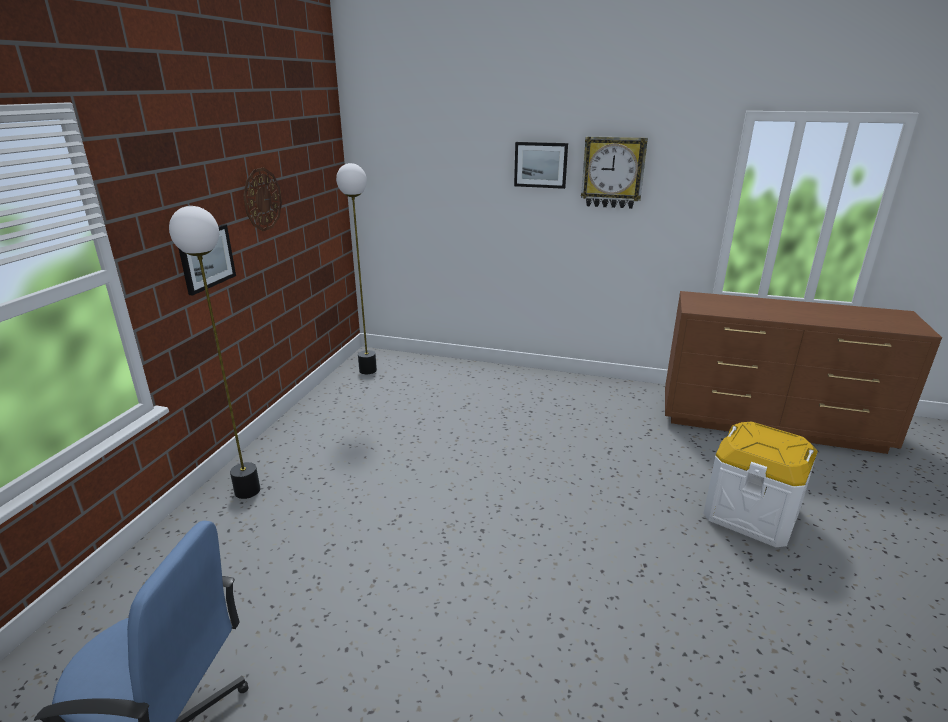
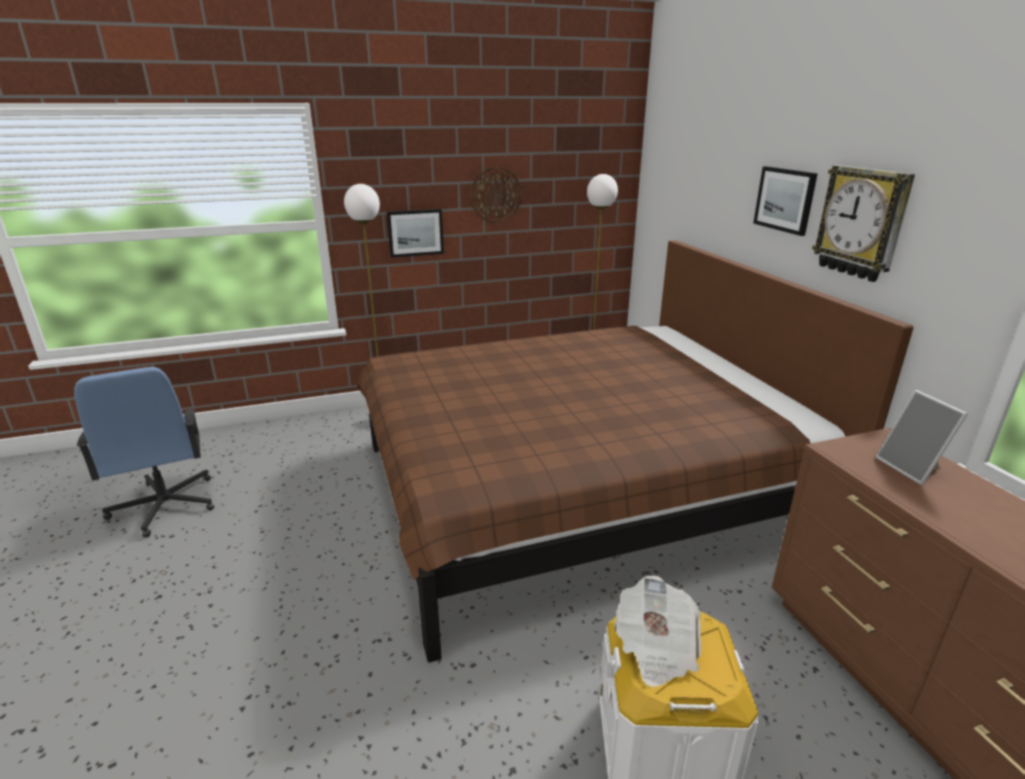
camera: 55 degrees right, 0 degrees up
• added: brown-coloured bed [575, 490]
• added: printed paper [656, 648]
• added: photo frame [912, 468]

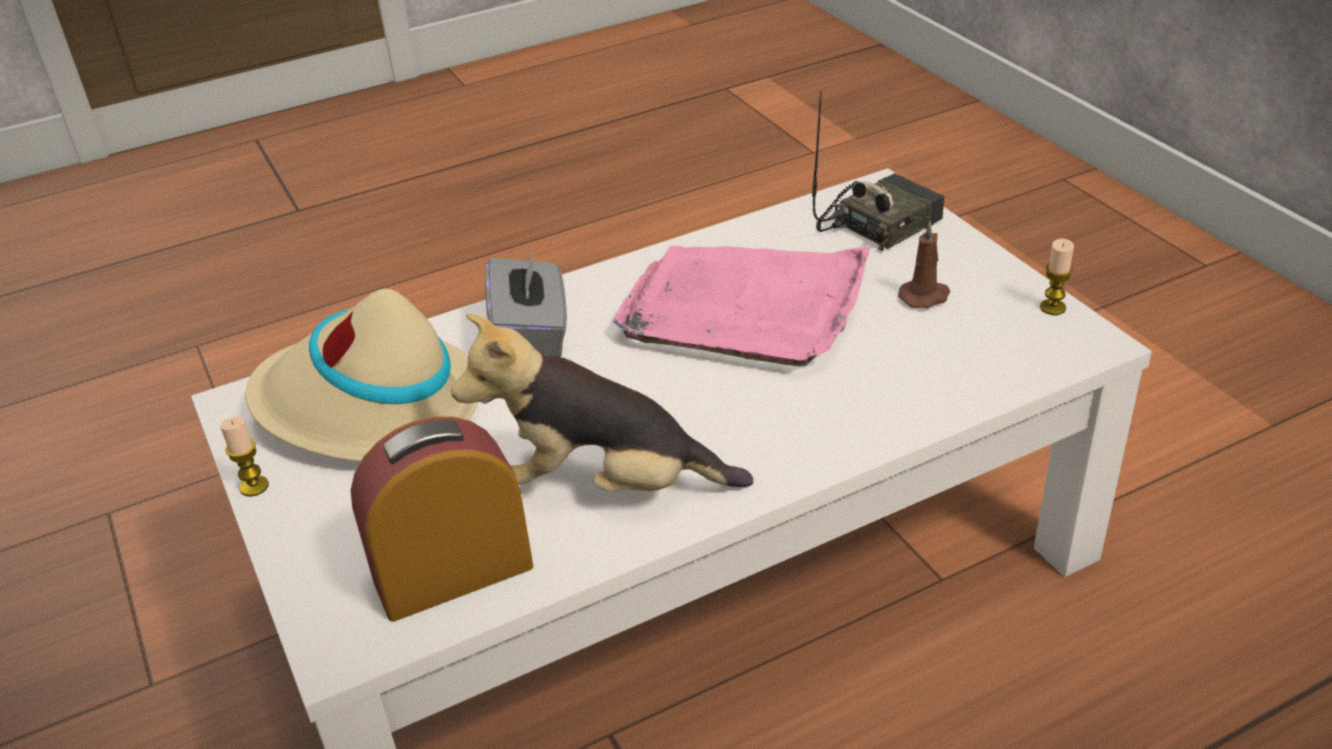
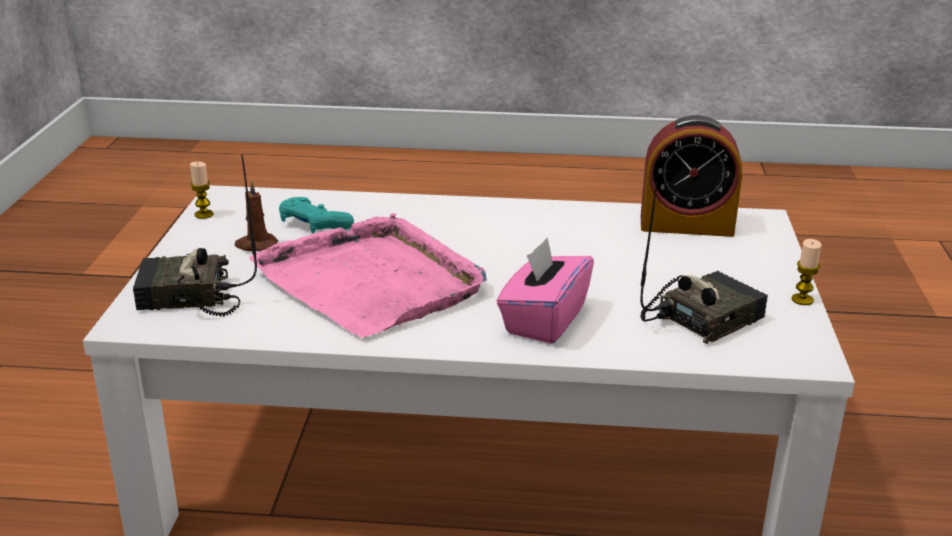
camera: 150 degrees left, 10 degrees down
• removed: plush toy [606, 486]
• added: turquoise gamepad [314, 225]
• replaced: sand-coloured clothing hat [369, 408] to radio [701, 317]
• recoloured: grey tissue box [532, 336] to pink tissue box [544, 320]

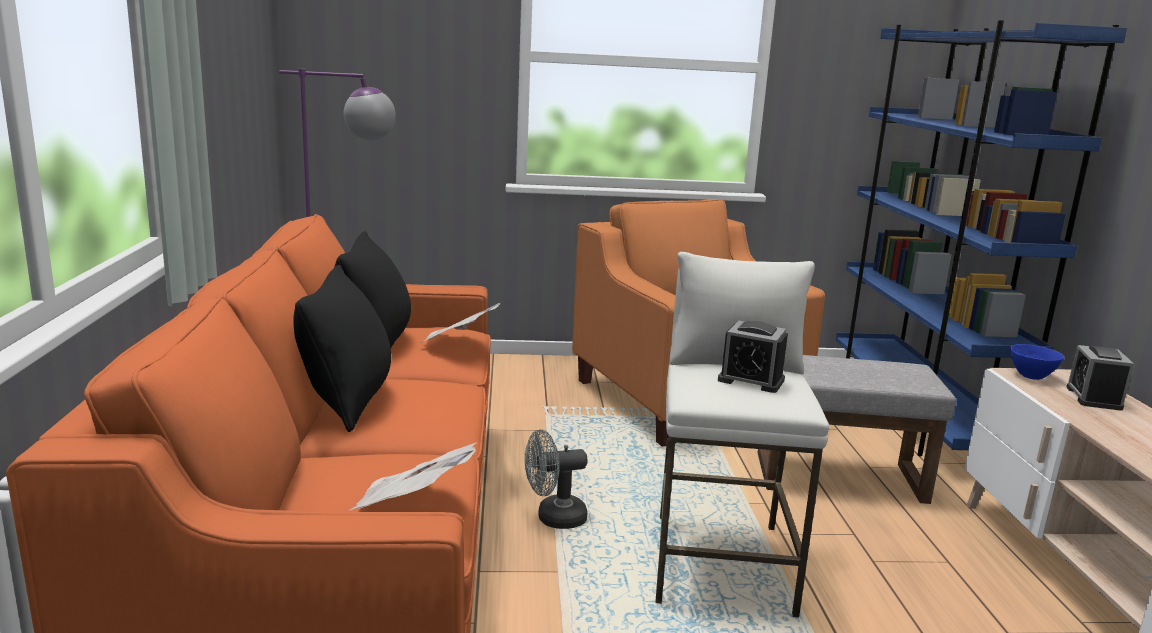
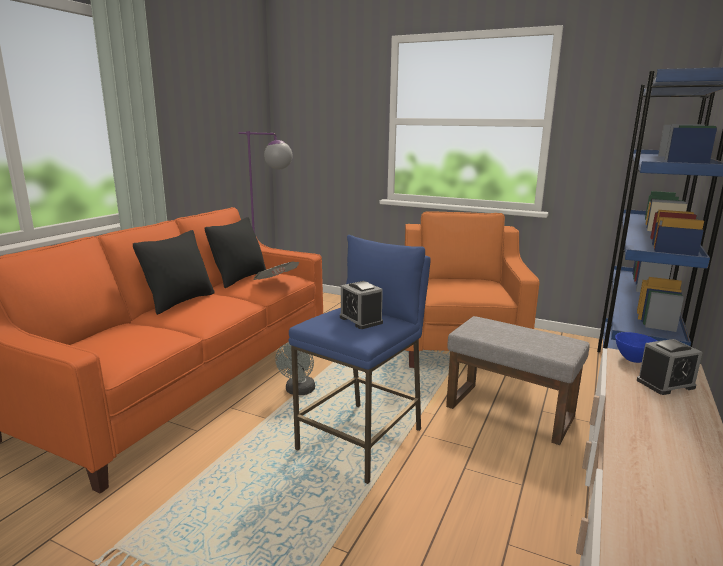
camera: 30 degrees right, 0 degrees up
• removed: printed paper [413, 506]
• recoloured: white sitting stool [720, 562] to blue-coloured sitting stool [361, 439]
• turned: grey electric fan [553, 518] = [298, 391] 90 degrees counterclockwise
• turned: bedside clock [1093, 398] = [665, 384] 150 degrees counterclockwise

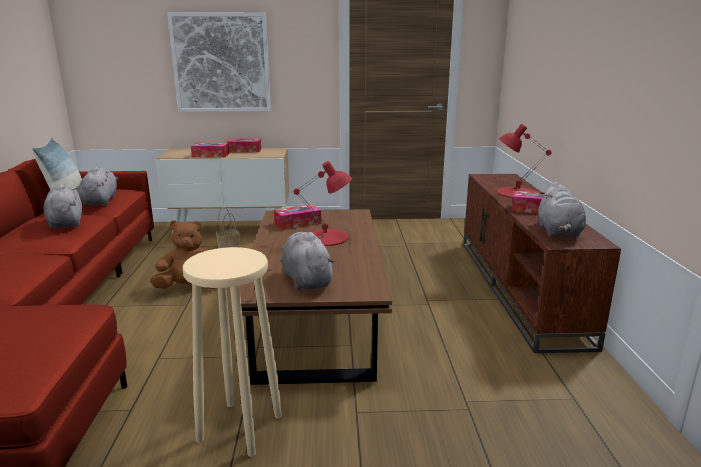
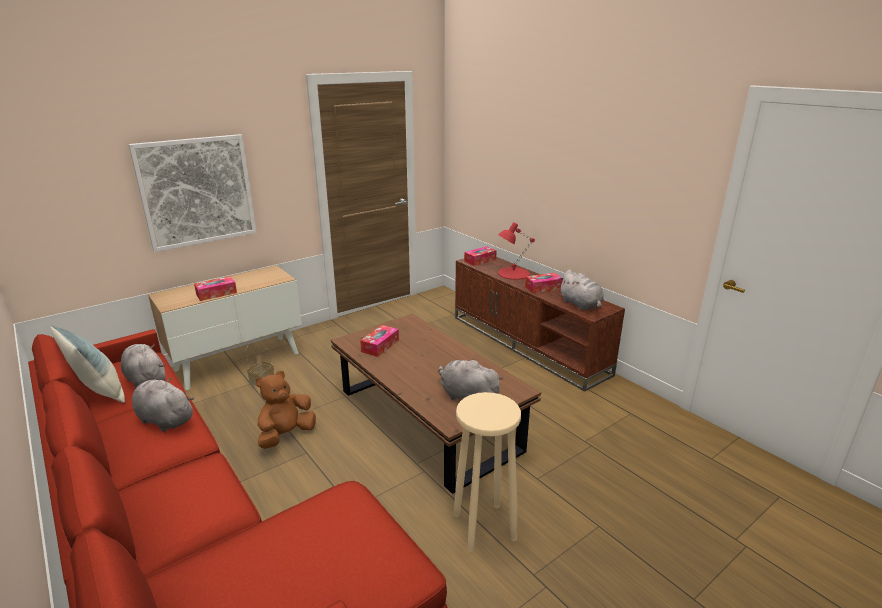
camera: 35 degrees left, 5 degrees up
• removed: reddish lamp for a table [326, 237]
• moved: tissue box [244, 150] to [480, 260]

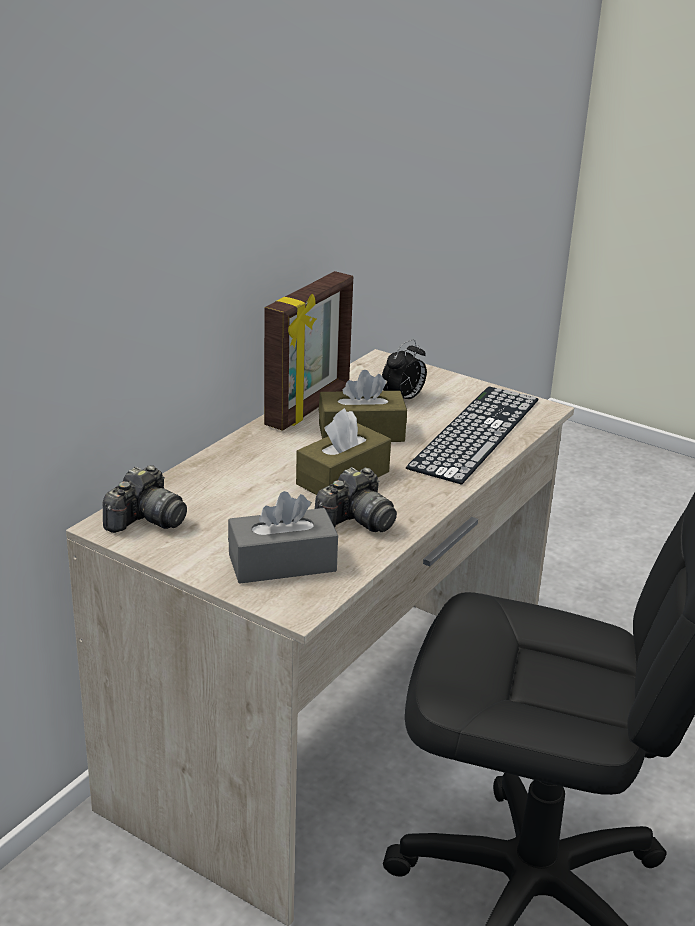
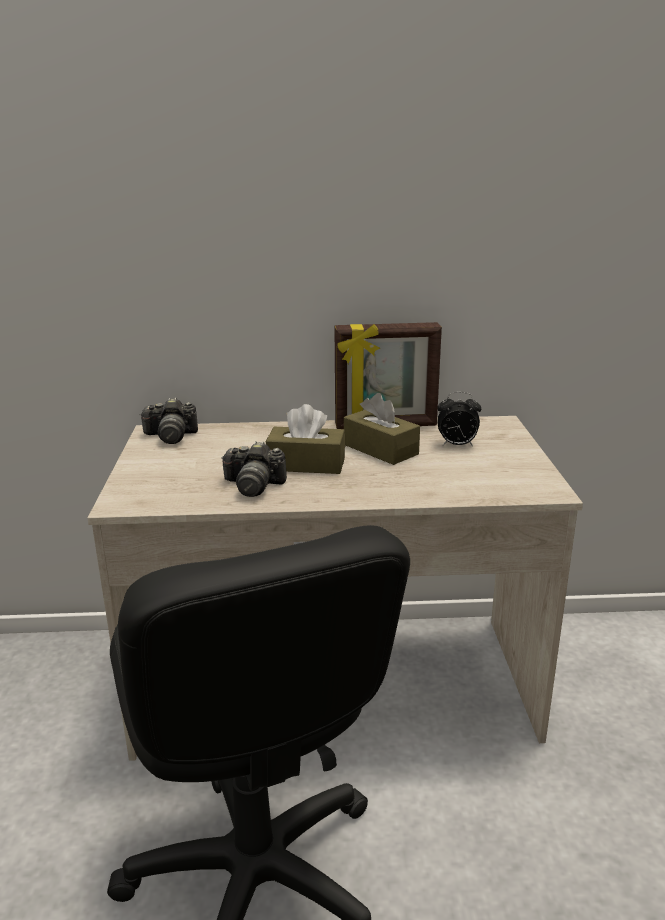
camera: 55 degrees right, 5 degrees down
• removed: grey tissue box [282, 563]
• removed: keyboard [475, 433]

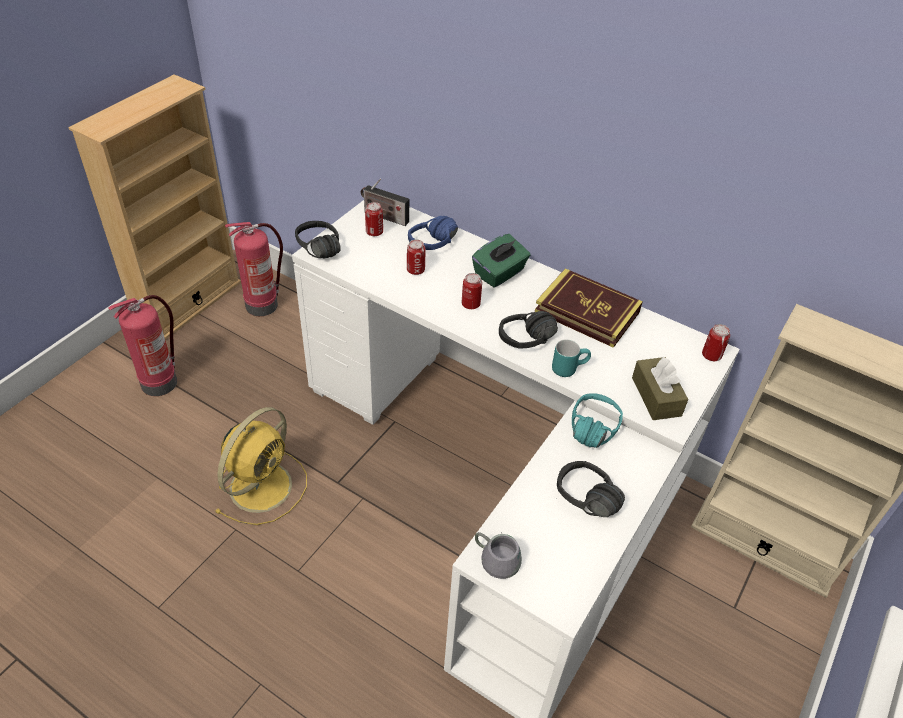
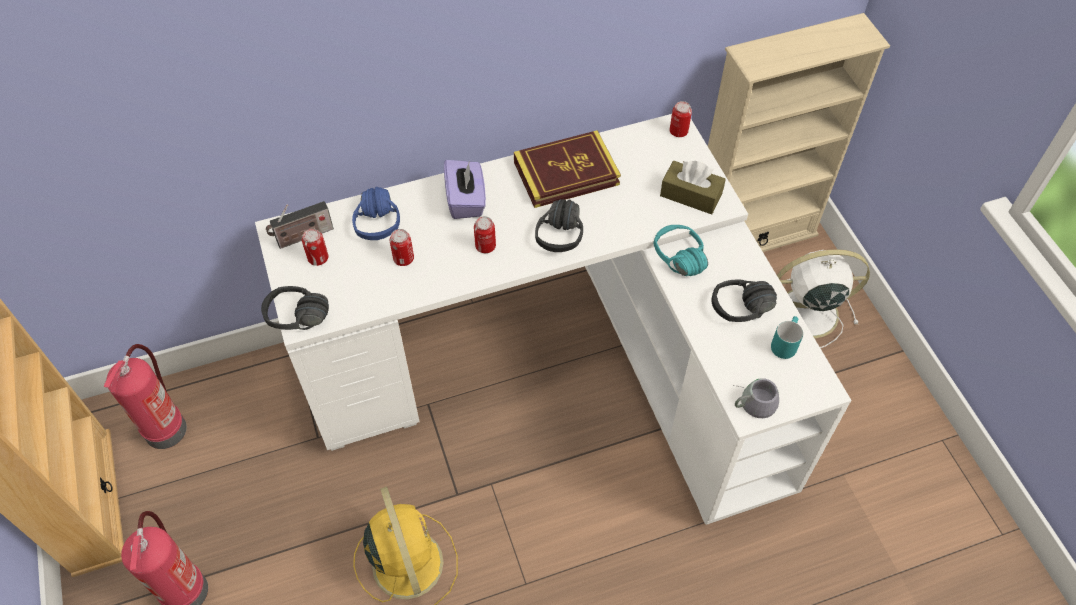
camera: 50 degrees left, 10 degrees up
• added: white electric fan [805, 313]
• moved: turquoise mug [568, 367] to [783, 343]
• recoloured: greenish tissue box [499, 273] to purplish tissue box [466, 200]

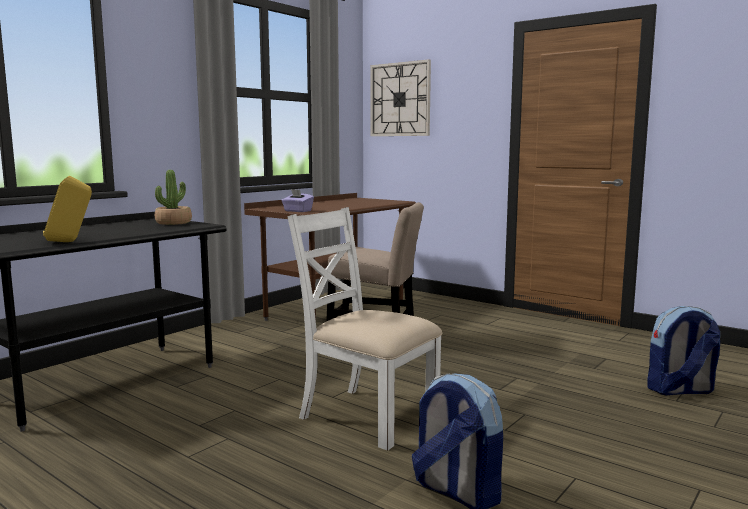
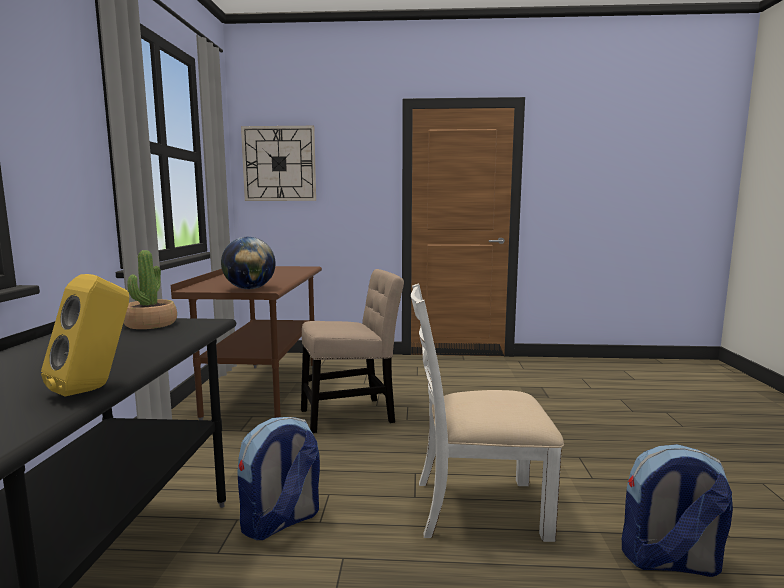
camera: 35 degrees left, 0 degrees up
• moved: backpack [679, 390] to [281, 522]
• replaced: purplish tissue box [297, 211] to world globe [249, 289]

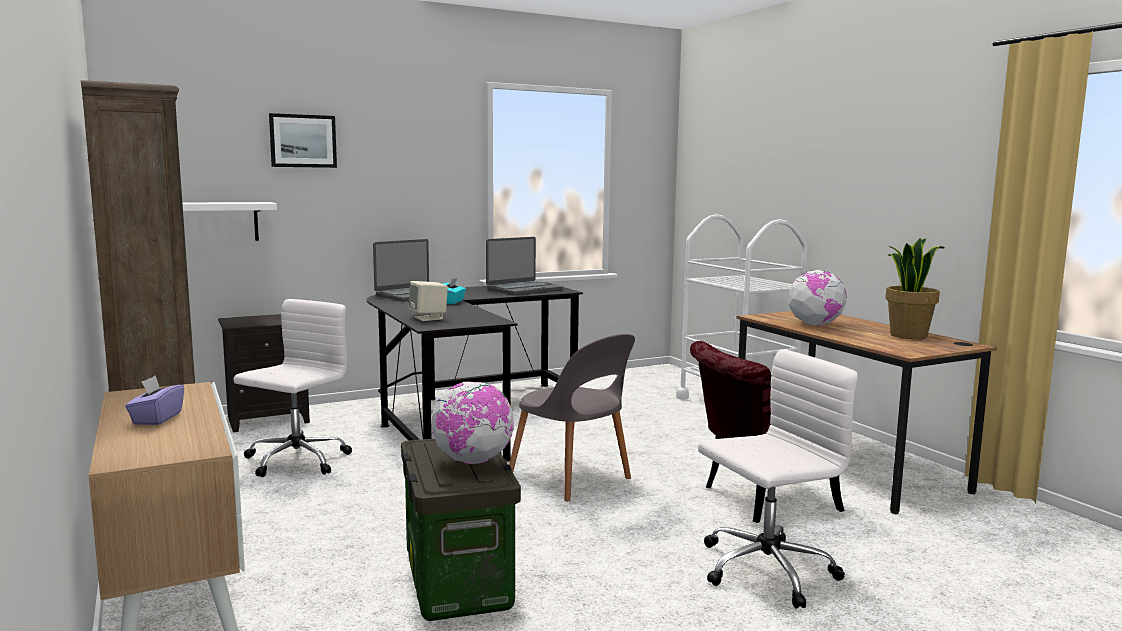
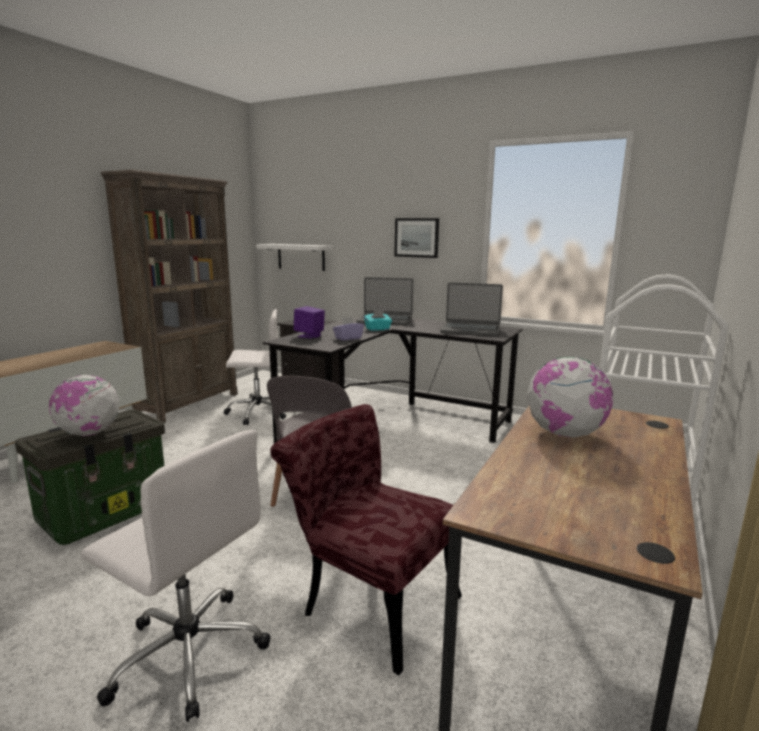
camera: 55 degrees right, 5 degrees up
• removed: potted plant [908, 335]
• moved: purplish tissue box [156, 419] to [348, 338]
• moved: wall picture [303, 141] to [416, 237]
• recoloured: sand-coloured audio speaker [428, 318] to purplish audio speaker [309, 336]

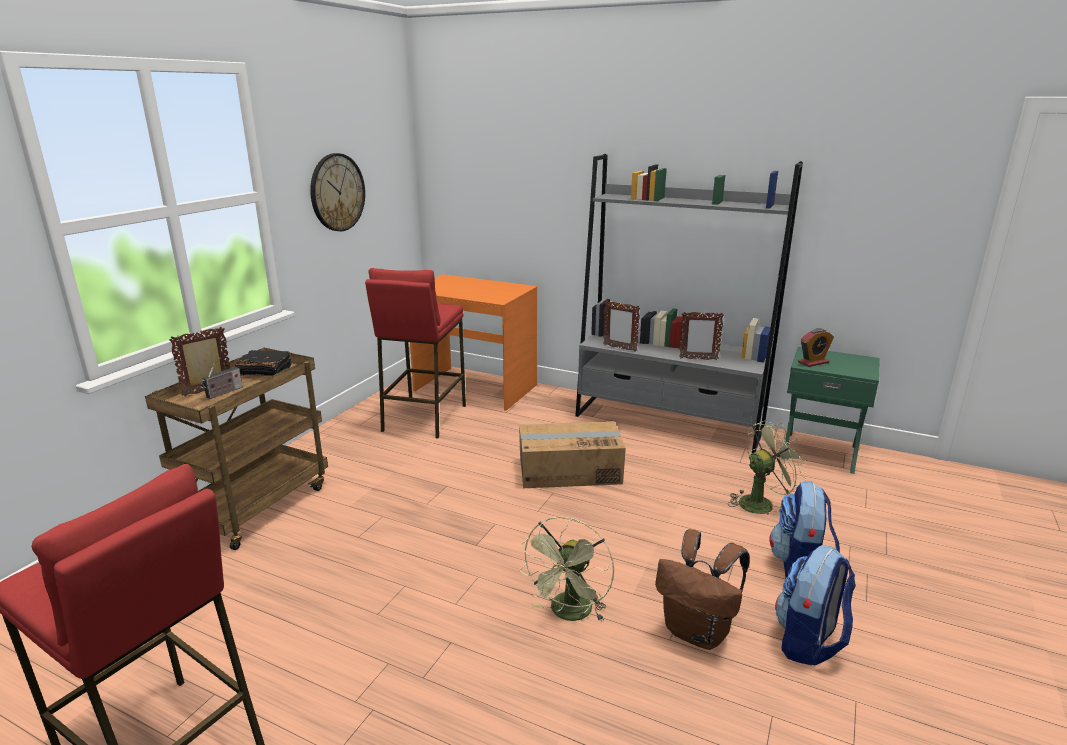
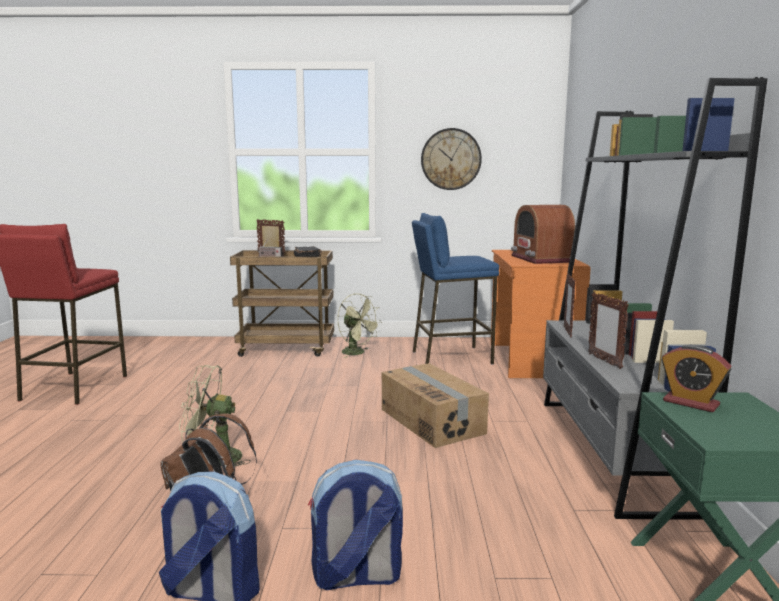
camera: 65 degrees right, 10 degrees down
• added: radio [541, 259]
• moved: greenish electric fan [761, 502] to [357, 353]
• recoloured: reddish sitting stool [423, 418] to blue-coloured sitting stool [451, 357]

